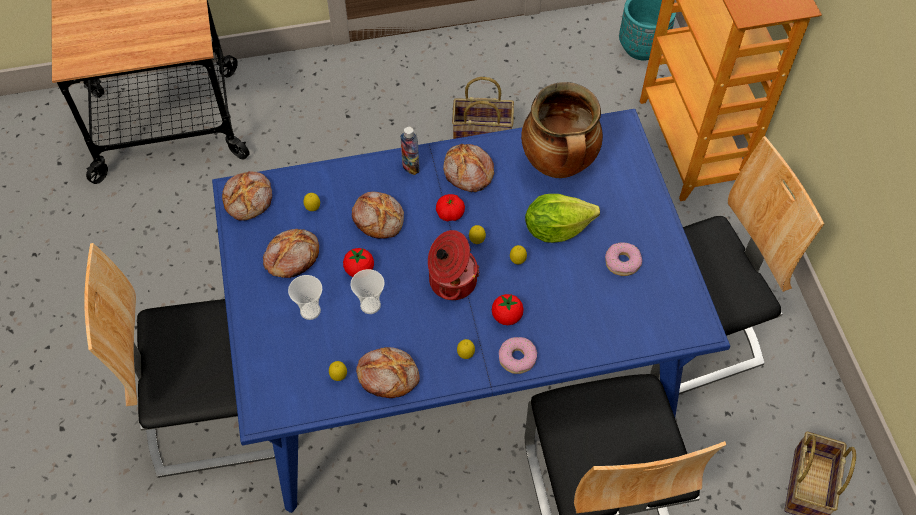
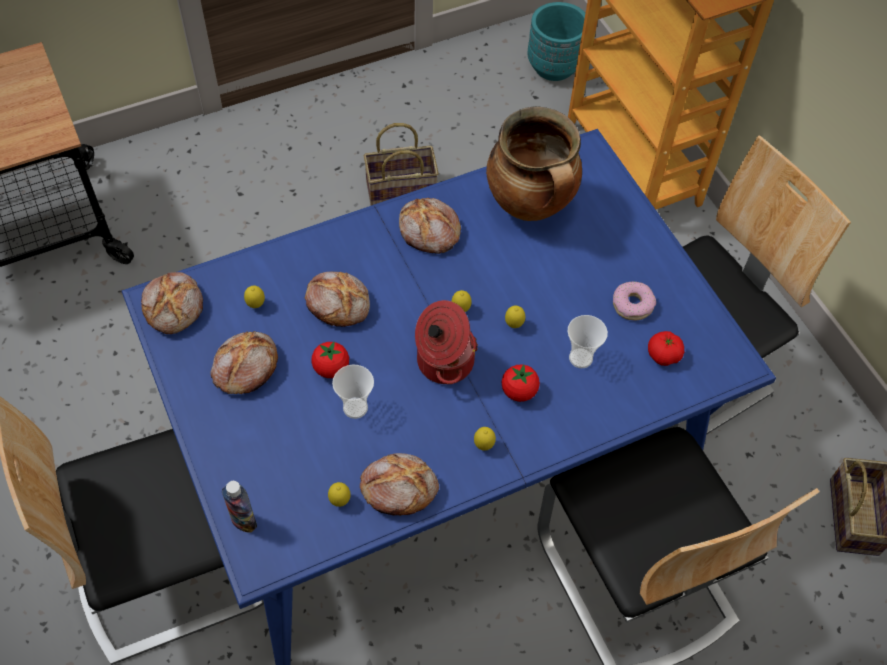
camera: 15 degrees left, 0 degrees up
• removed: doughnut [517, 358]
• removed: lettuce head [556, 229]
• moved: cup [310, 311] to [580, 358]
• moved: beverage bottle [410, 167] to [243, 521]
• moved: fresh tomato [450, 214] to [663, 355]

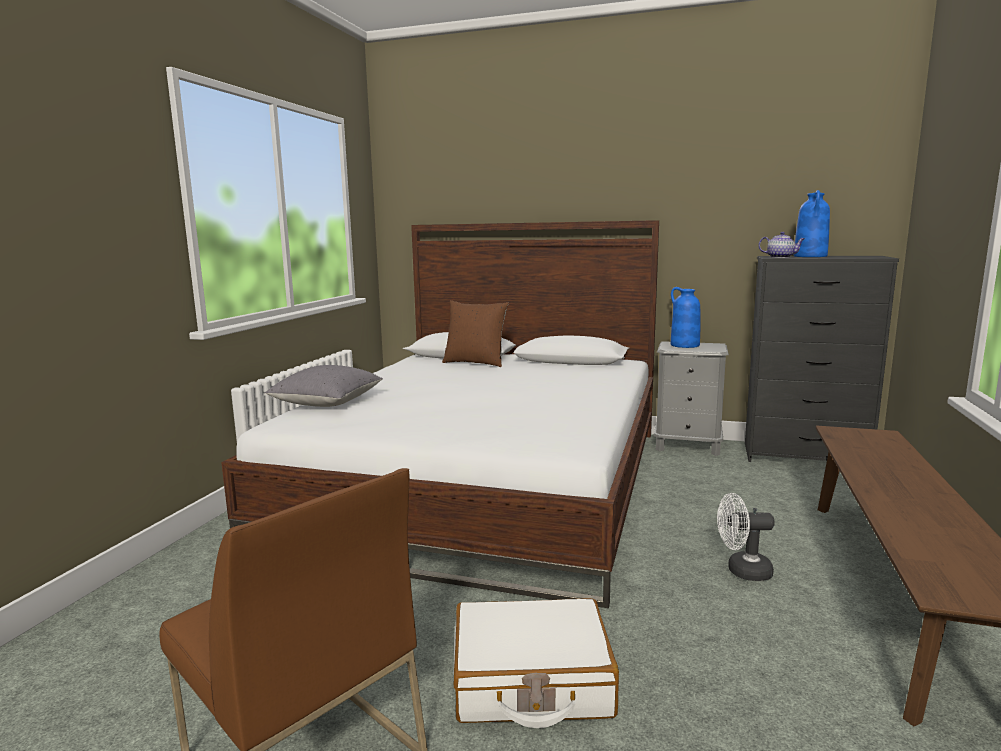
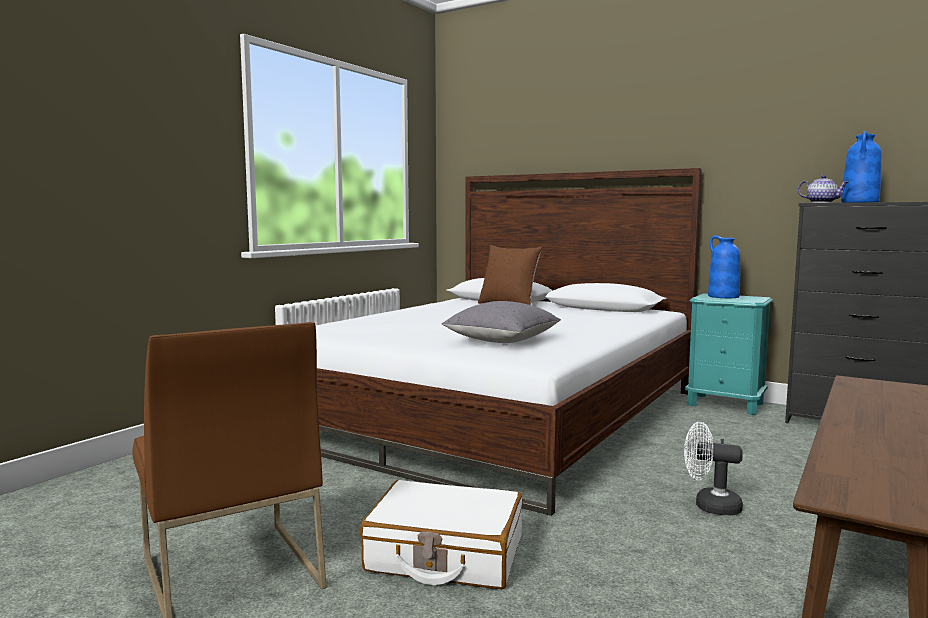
camera: 15 degrees right, 5 degrees down
• moved: grey pillow [327, 403] to [502, 341]
• recoloured: grey bedside table [687, 445] to turquoise bedside table [725, 404]

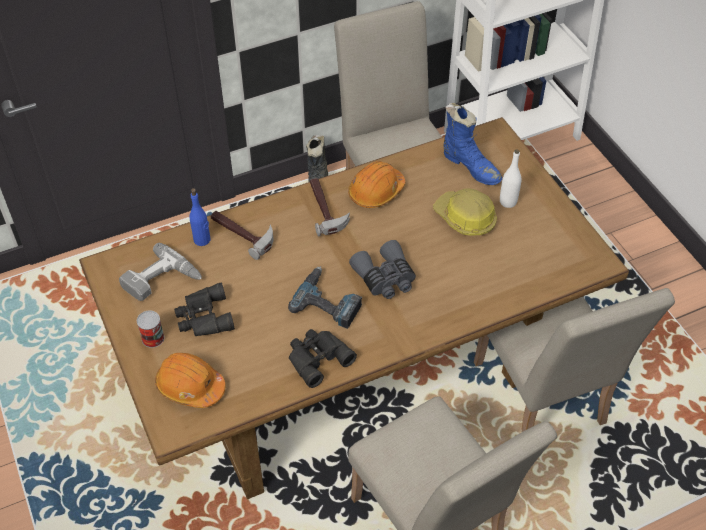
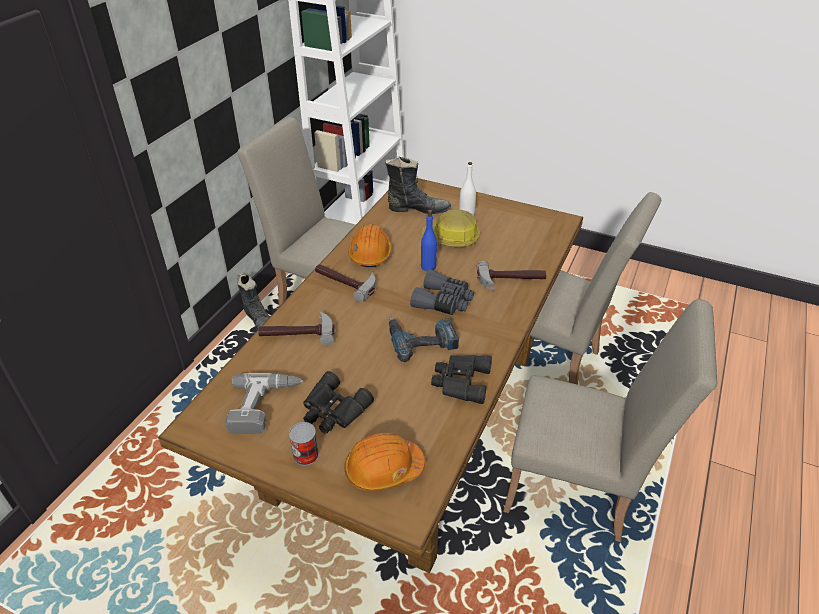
camera: 40 degrees left, 10 degrees down
• added: tool hammer [511, 281]
• moved: blue-coloured beverage bottle [202, 240] to [428, 267]
• recoloured: blue-coloured high-top boot [470, 167] to black-coloured high-top boot [417, 209]

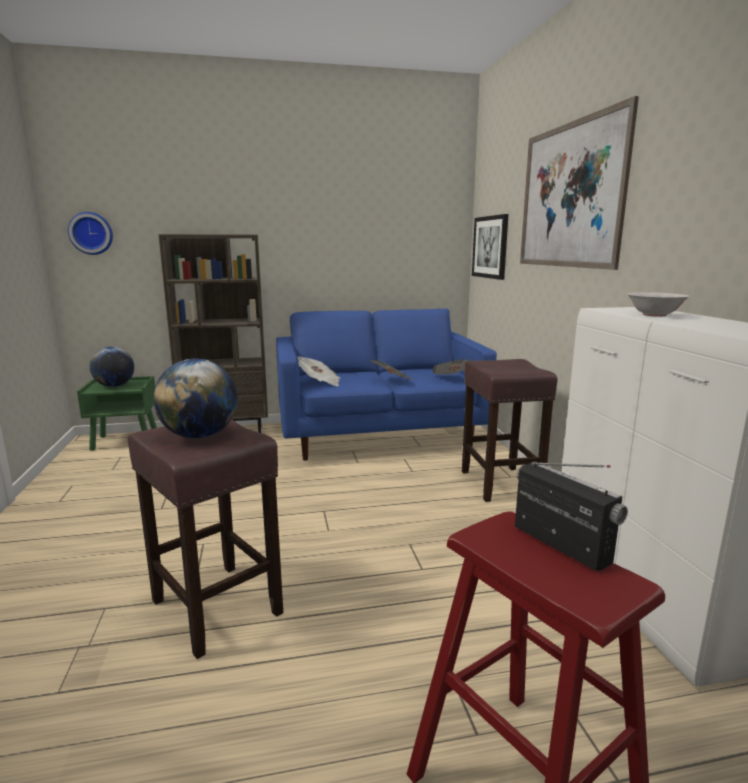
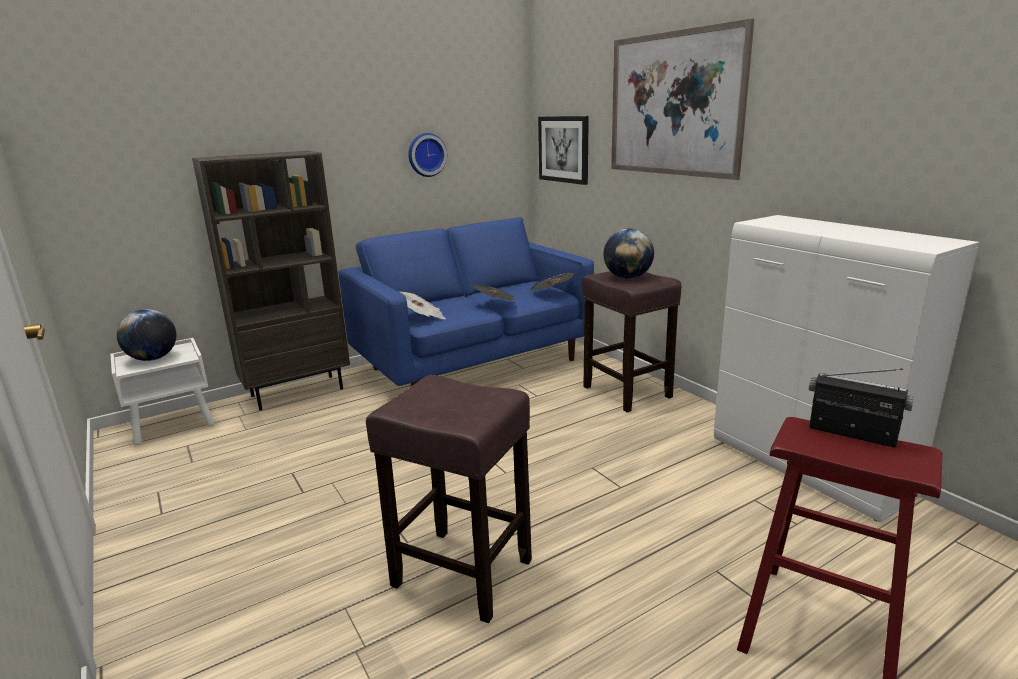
camera: 20 degrees left, 5 degrees up
• removed: white serving bowl [654, 315]
• moved: clock on the wall [91, 233] to [426, 155]
• moved: world globe [200, 436] to [627, 278]
• recoloured: greenish bedside table [126, 441] to white bedside table [174, 424]

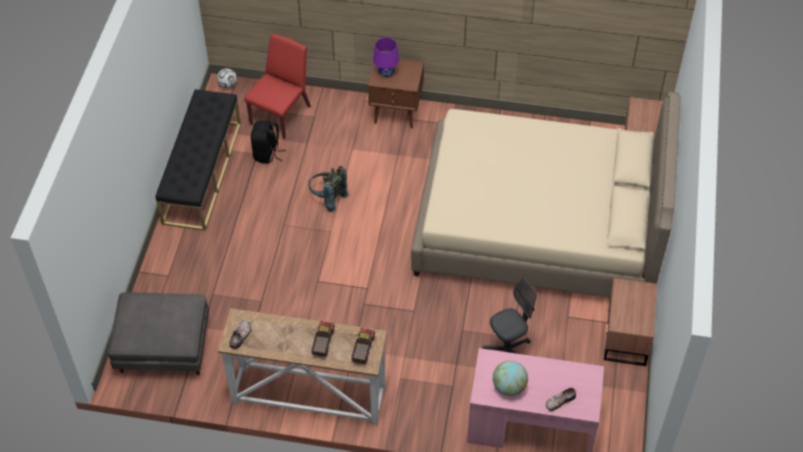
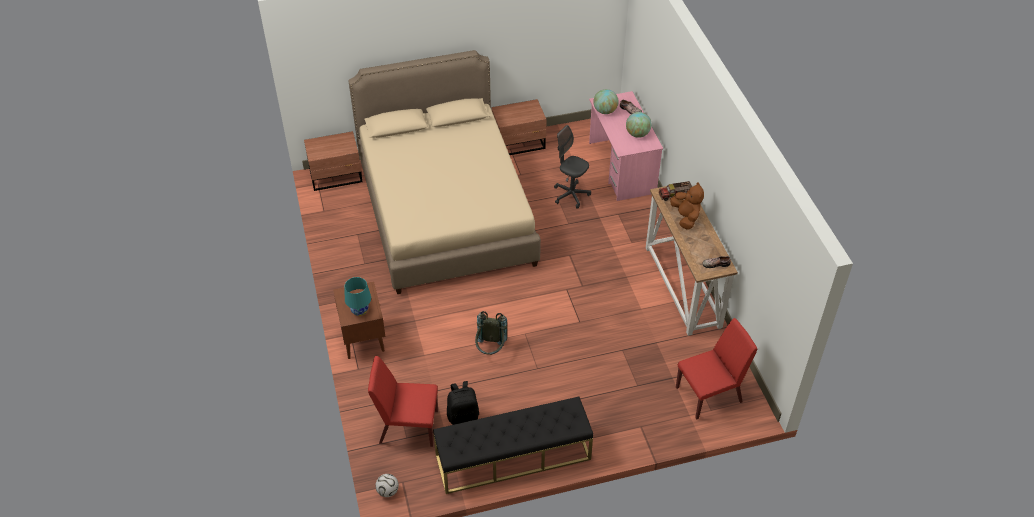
camera: 115 degrees left, 5 degrees down
• added: world globe [605, 111]
• replaced: grey footrest [162, 348] to reddish chair [709, 394]
• replaced: model truck [322, 343] to brown-coloured plush toy [685, 217]
• recoloured: purplish lamp for a table [386, 72] to turquoise lamp for a table [359, 310]

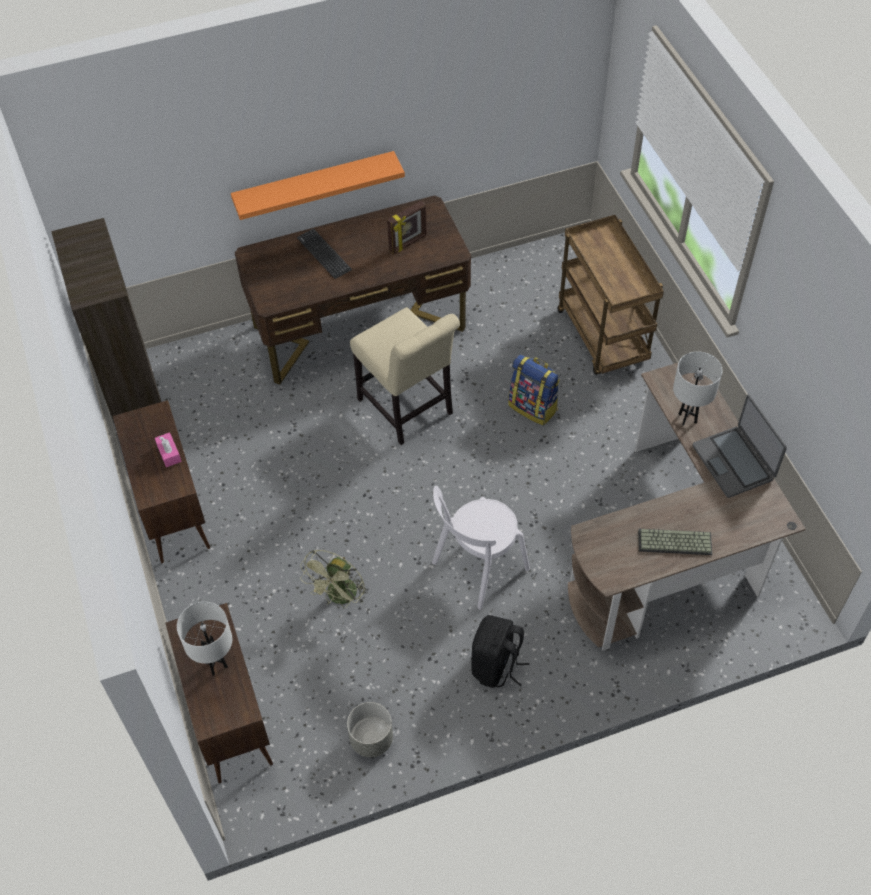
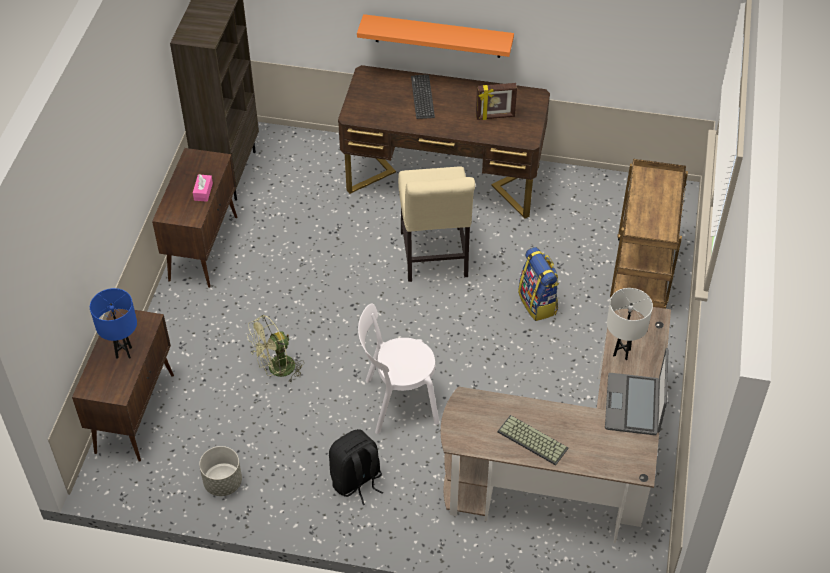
camera: 30 degrees right, 5 degrees down
• recoloured: white lamp for a table [216, 665] to blue-coloured lamp for a table [124, 353]

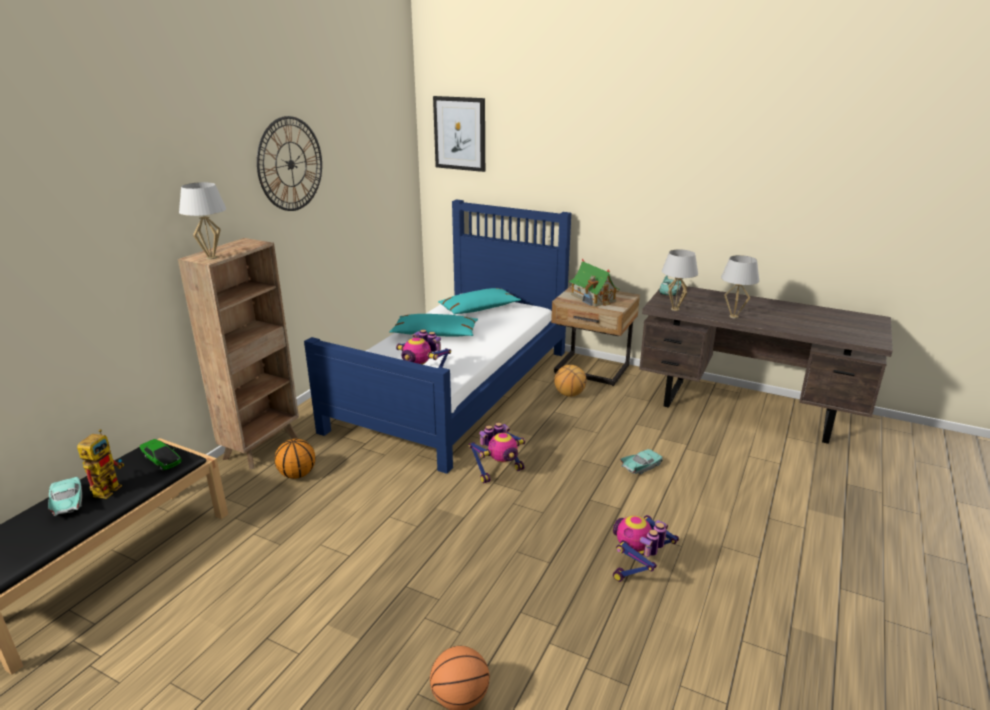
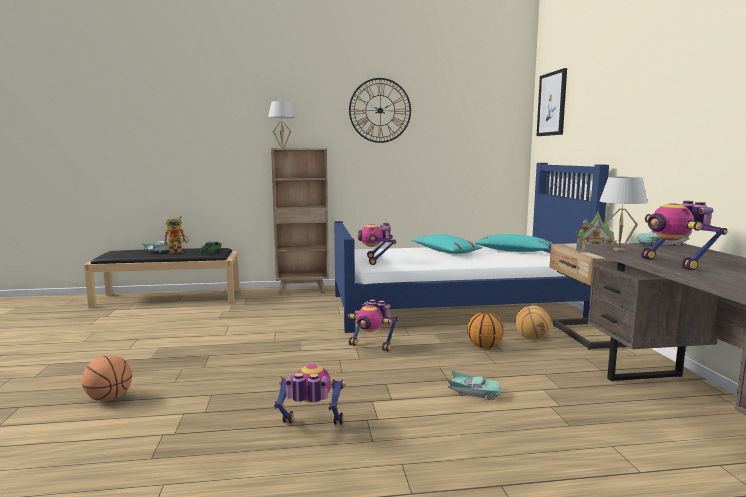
camera: 55 degrees right, 15 degrees down
• moved: ball for basketball [298, 474] to [484, 347]
• replaced: white lamp for a table [733, 316] to toy robot [674, 263]

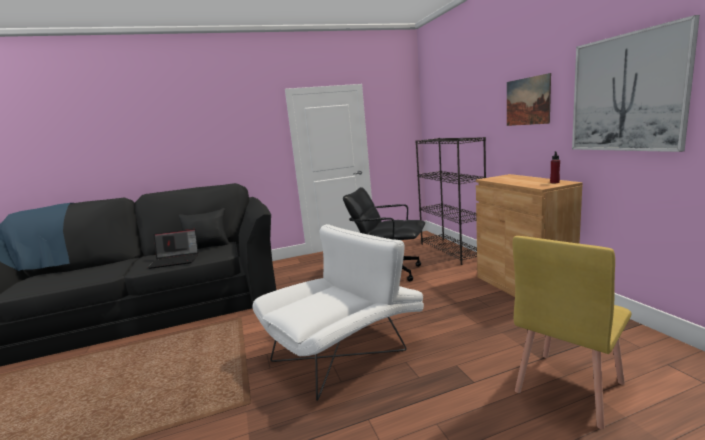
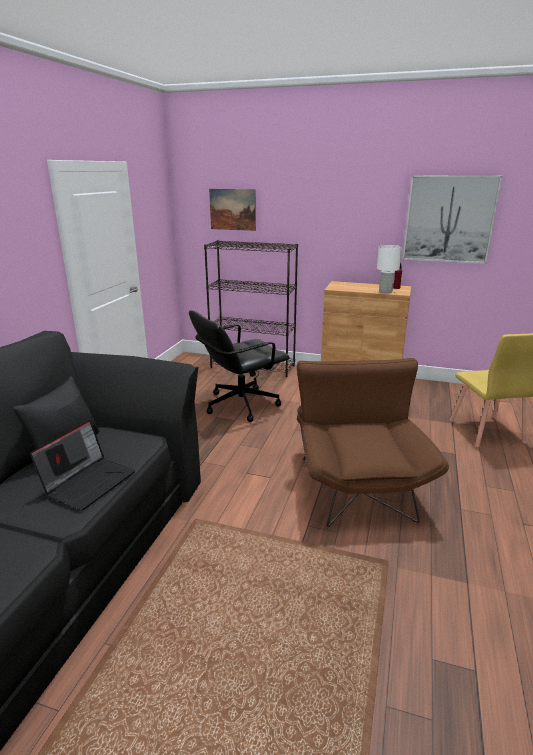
camera: 55 degrees left, 10 degrees up
• added: white lamp for a table [386, 291]
• moved: wall picture [527, 101] to [232, 209]
• recoloured: white armchair [345, 350] to brown-coloured armchair [356, 482]

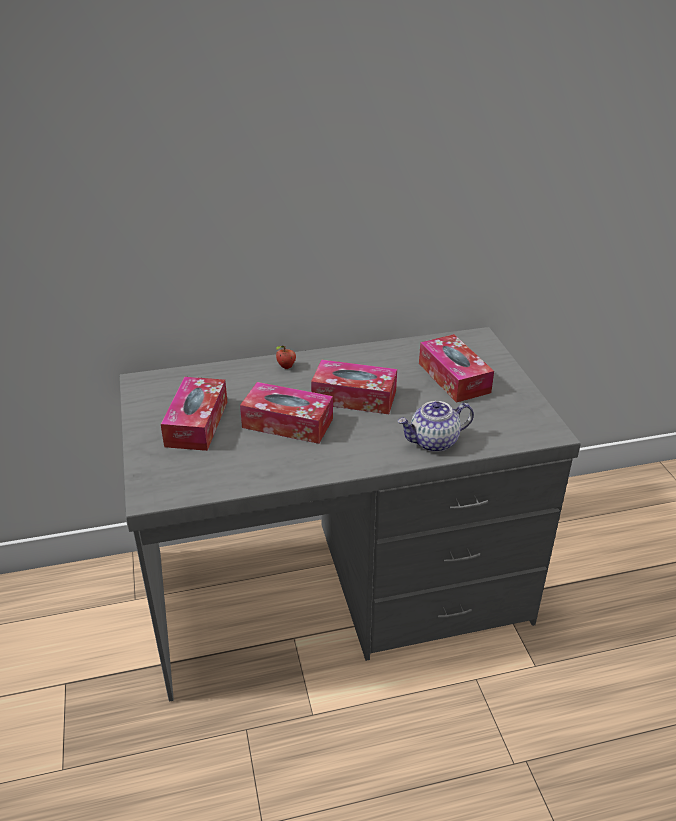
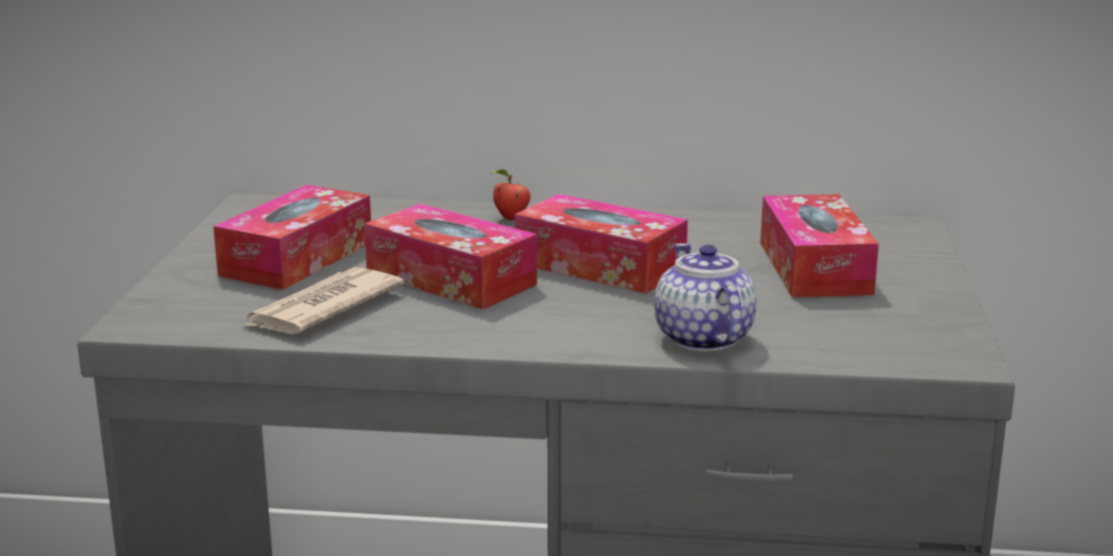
camera: 20 degrees right, 15 degrees down
• added: printed paper [321, 308]
• turned: pot for tea [434, 442] = [701, 338] 75 degrees clockwise

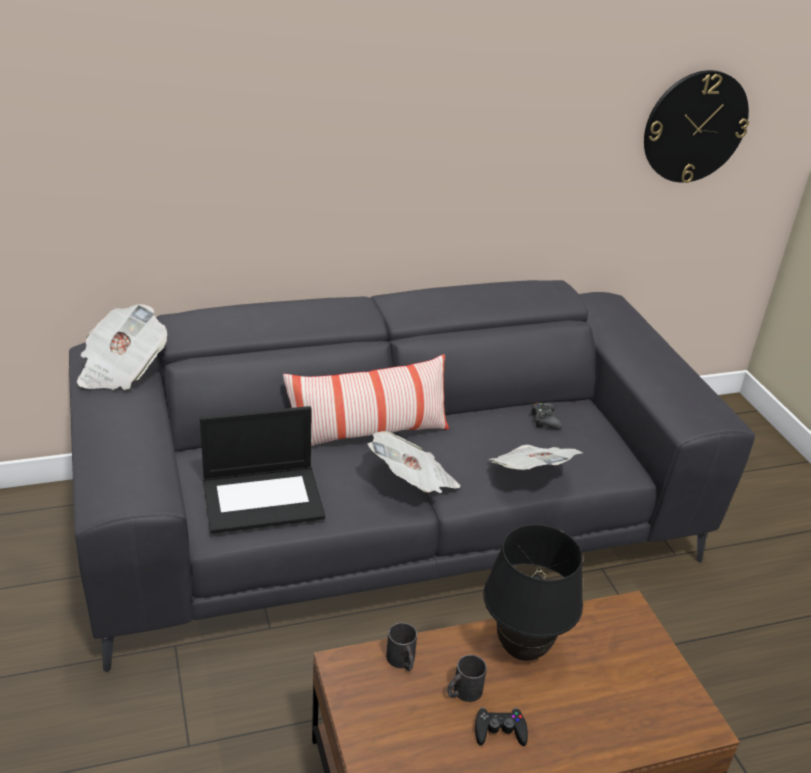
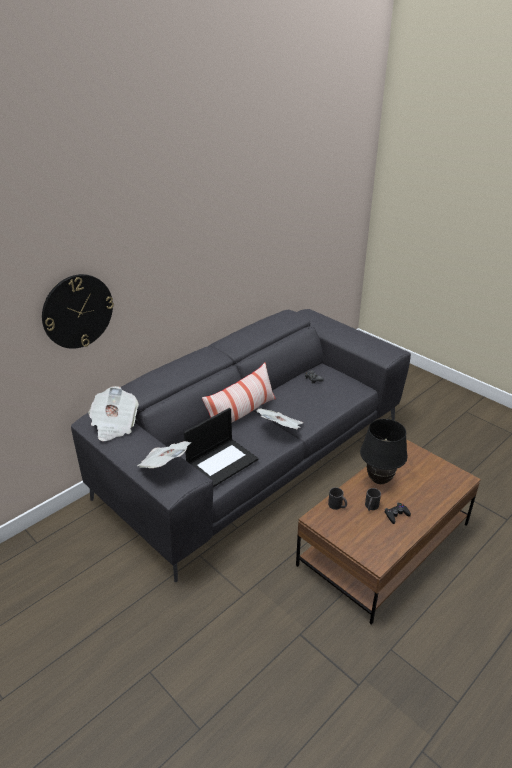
camera: 25 degrees left, 0 degrees up
• moved: printed paper [531, 474] to [165, 465]
• moved: clock on the wall [695, 127] to [77, 311]

